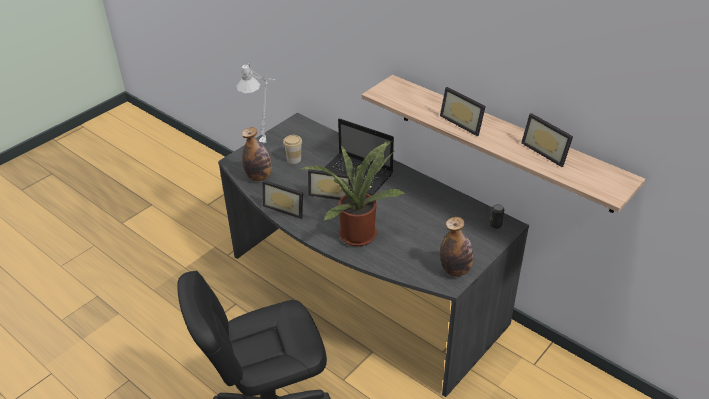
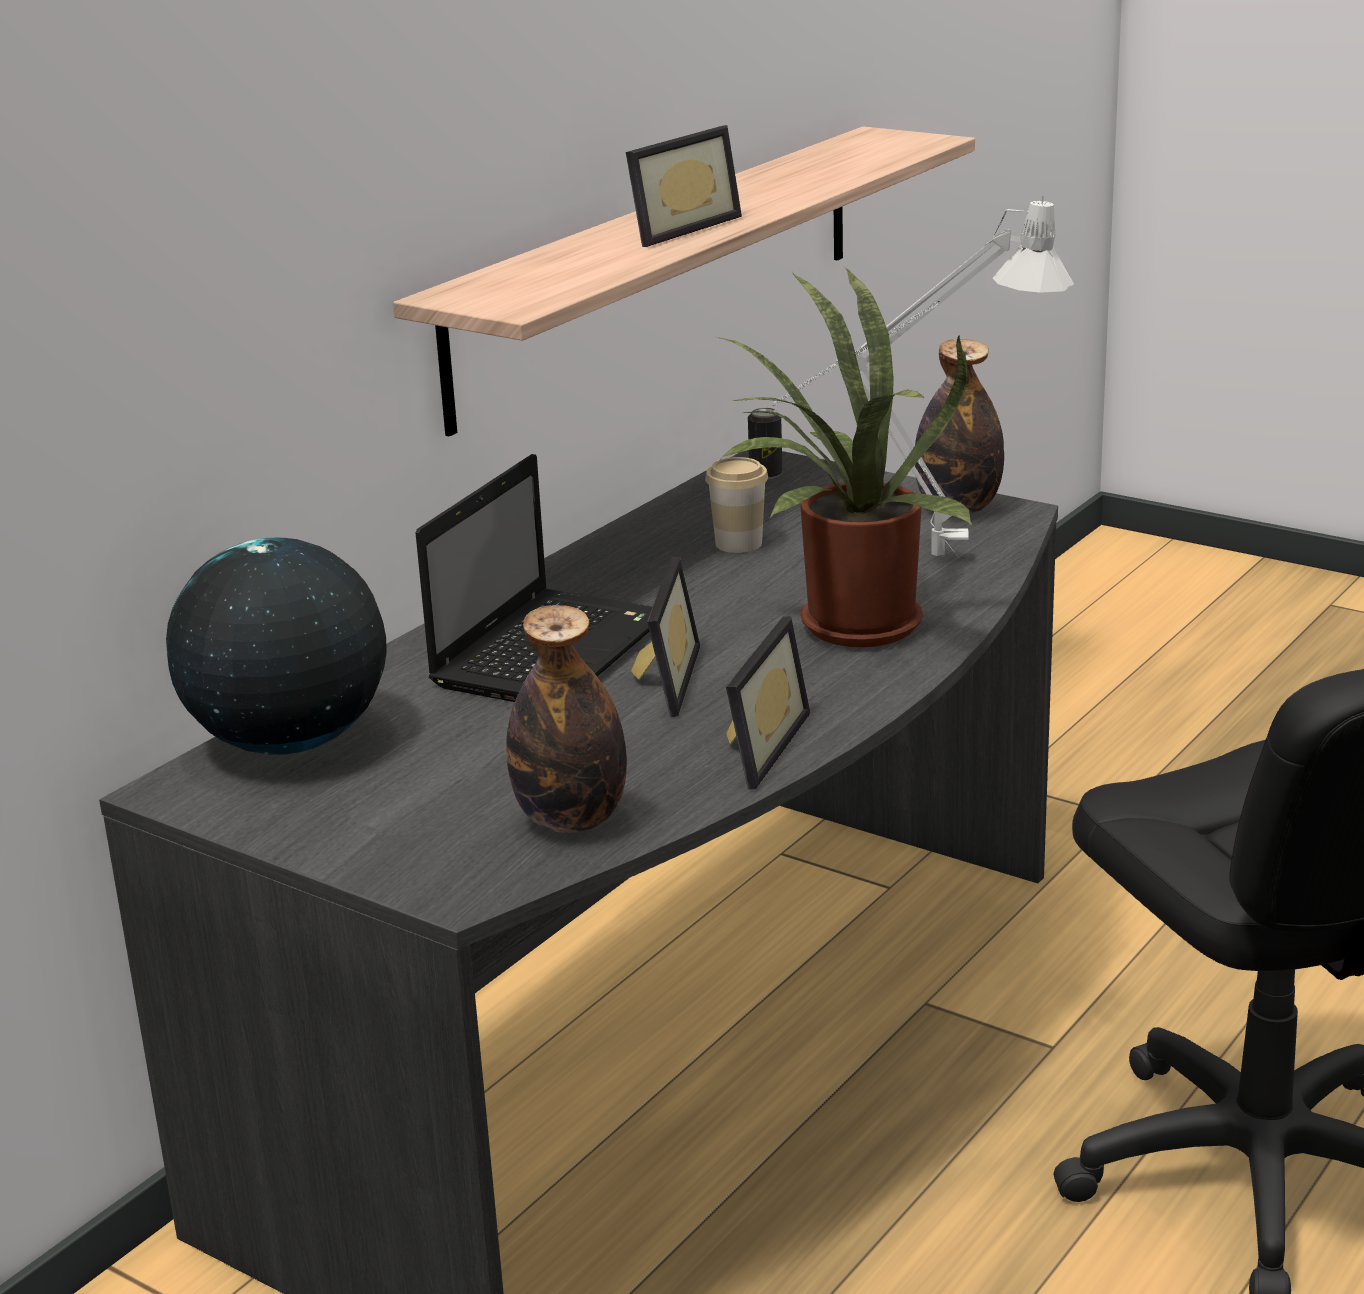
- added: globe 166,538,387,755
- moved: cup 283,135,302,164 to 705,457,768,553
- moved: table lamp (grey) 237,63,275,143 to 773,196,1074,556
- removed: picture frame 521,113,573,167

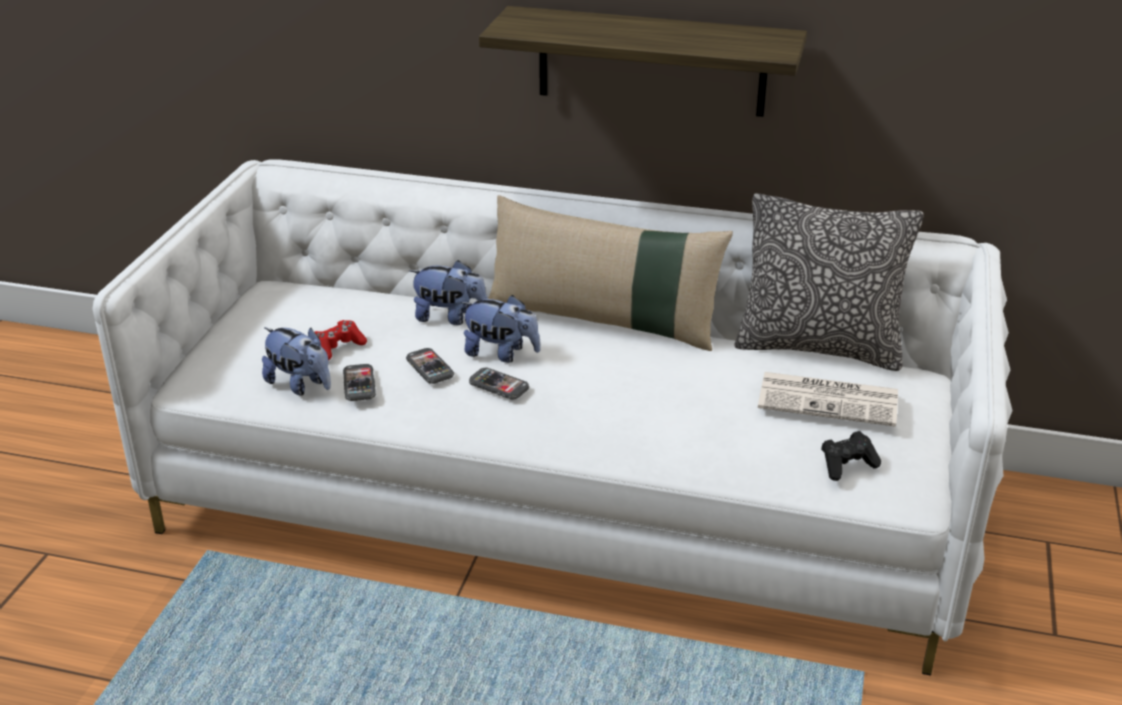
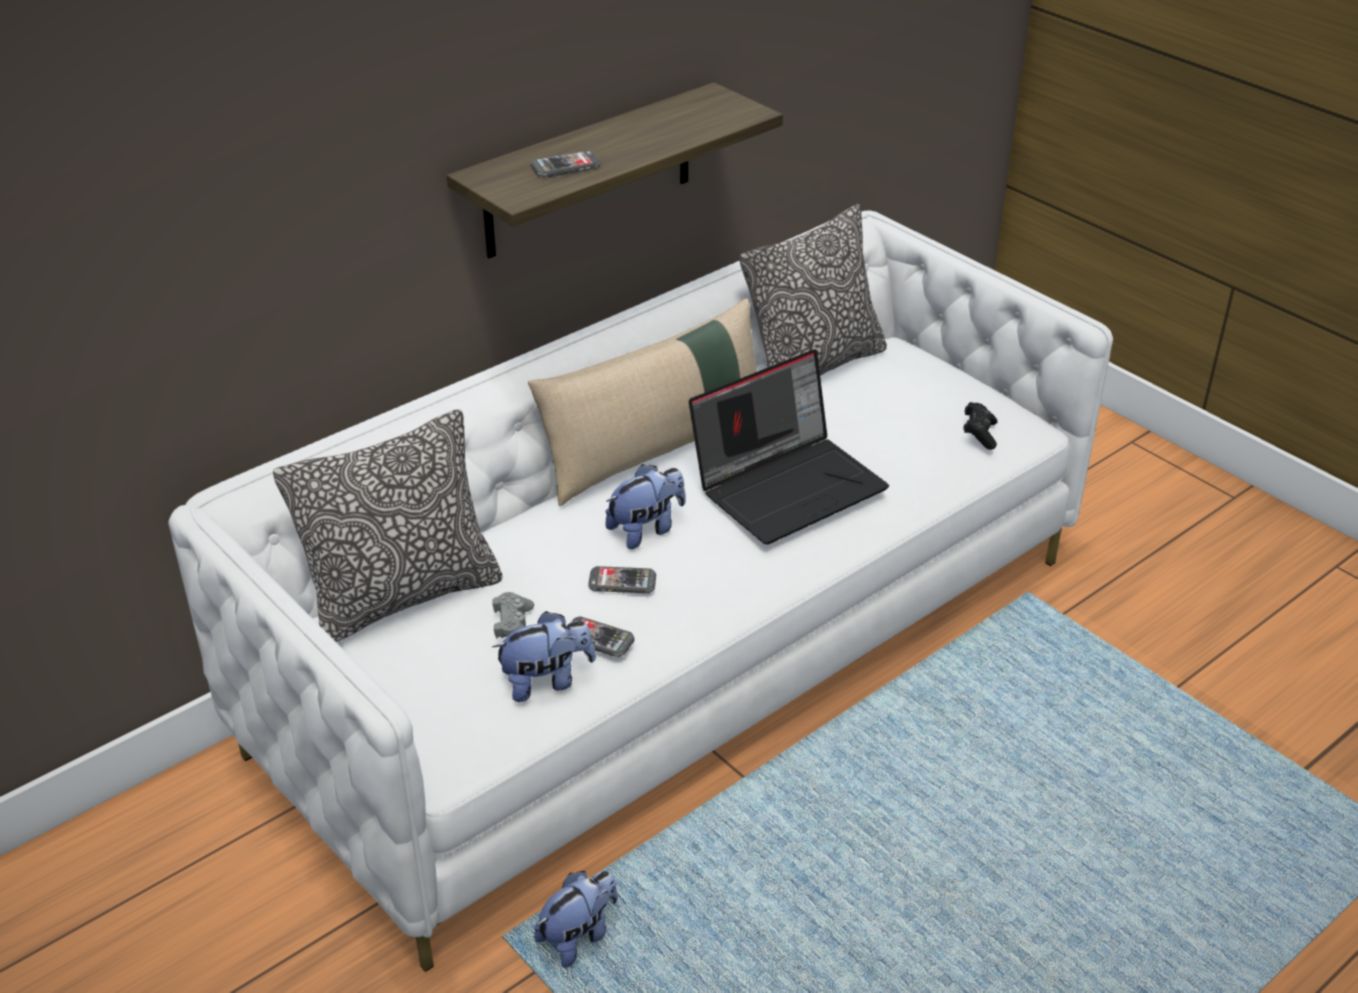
- added: pillow 273,409,502,642
- recoloured: game controller (red) 315,320,367,360 to game controller (grey) 492,592,534,638
- moved: phone 469,367,529,400 to 530,150,601,178
- moved: plush toy 409,260,487,325 to 534,871,618,967
- added: laptop 689,349,889,545
- removed: newspaper 758,372,898,427

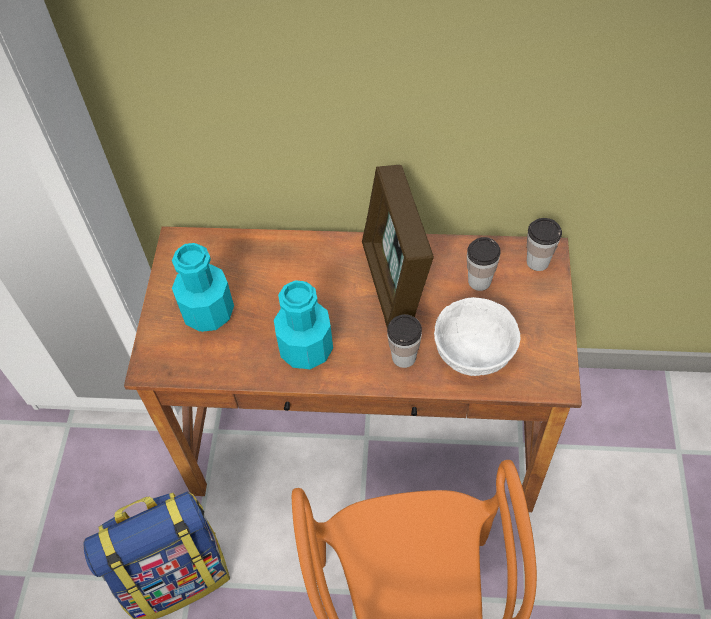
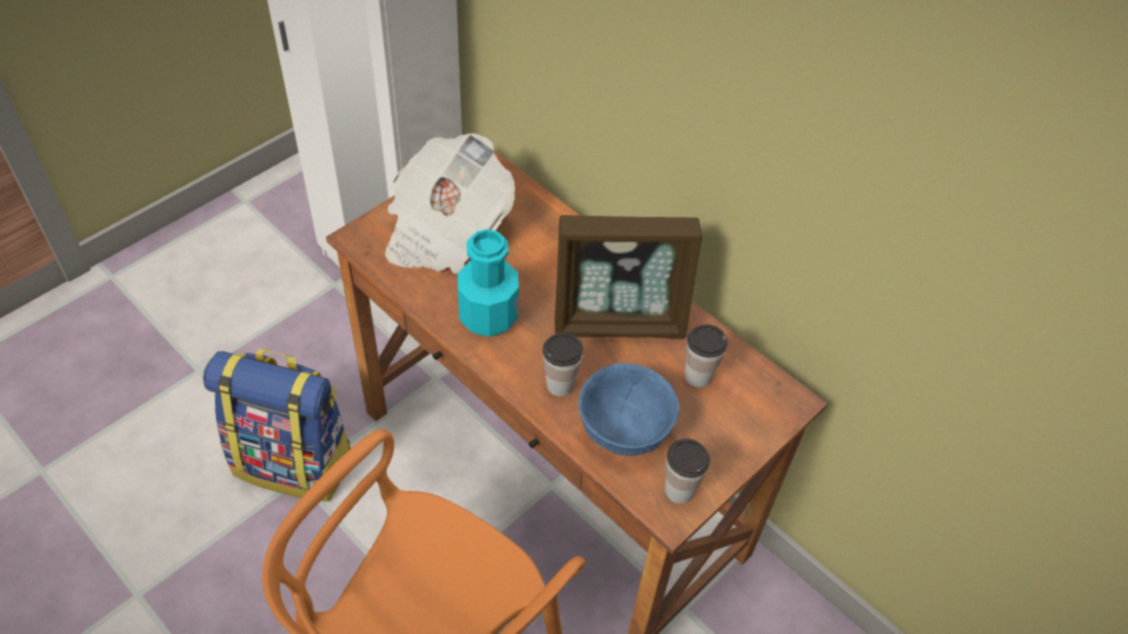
- replaced: bottle (turquoise) 172,243,234,332 to newspaper 385,133,515,274
- turned: picture frame 362,165,434,328 = 555,215,702,339 120 degrees counterclockwise
- recoloured: bowl (white) 434,297,521,376 to bowl (blue) 578,363,679,456
- moved: cup 527,218,562,271 to 665,439,710,504

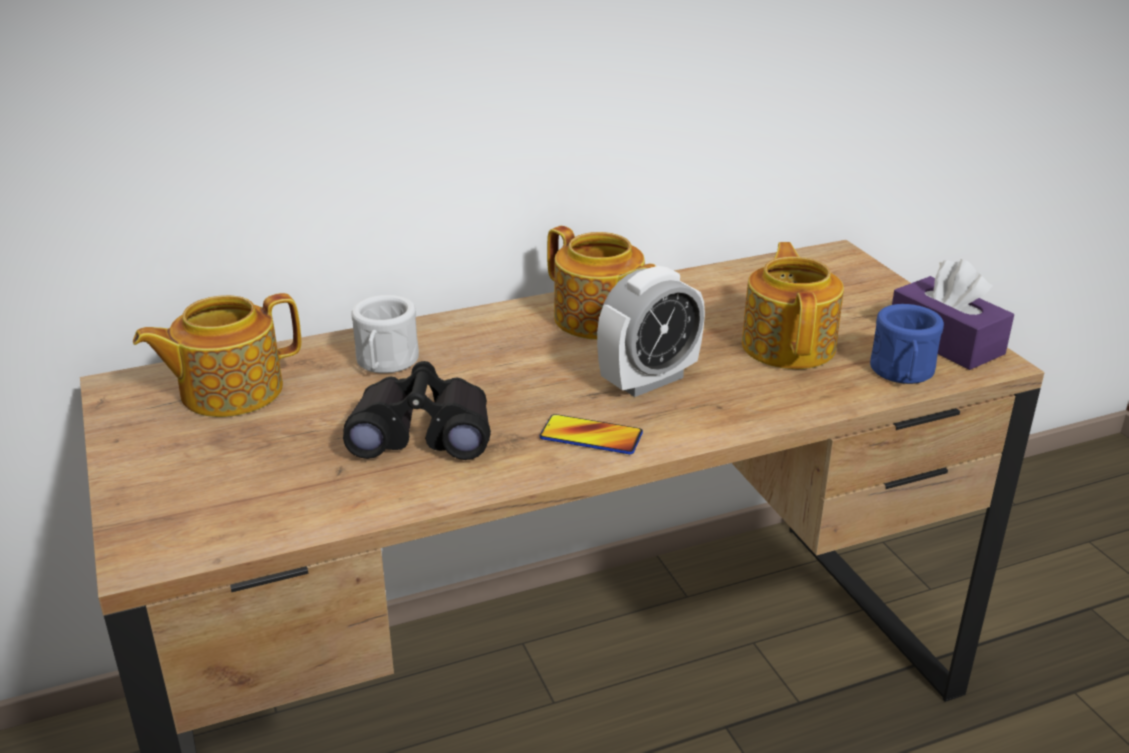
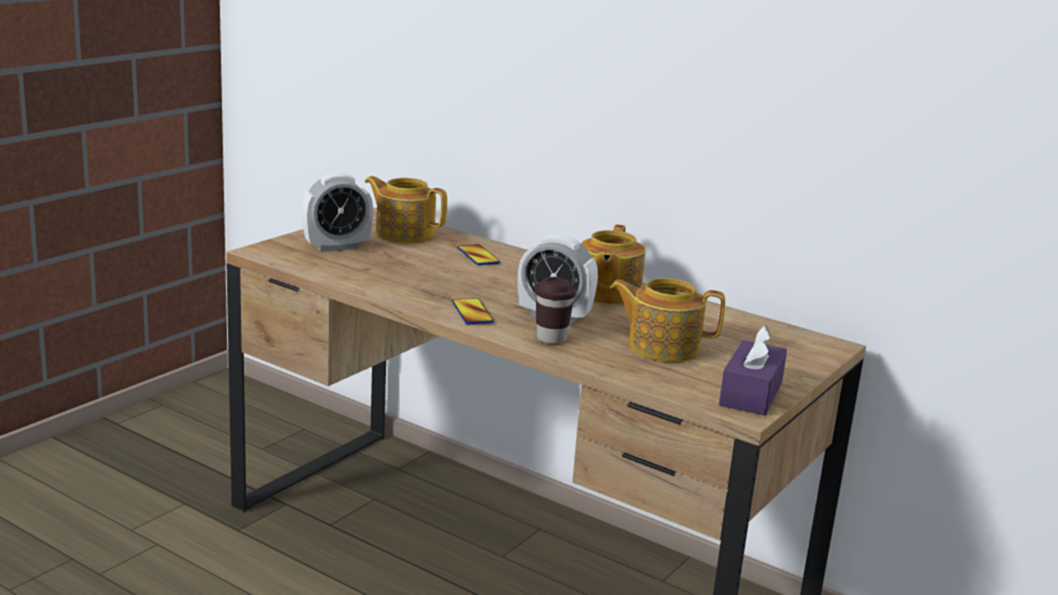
- added: alarm clock 302,173,373,252
- replaced: mug (white) 351,295,419,373 to phone 457,244,500,265
- added: cup (brown) 535,277,576,344
- turned: teapot 742,242,844,369 = 610,278,725,362 135 degrees counterclockwise
- removed: binoculars (black) 343,361,491,460
- removed: mug (blue) 870,304,944,384

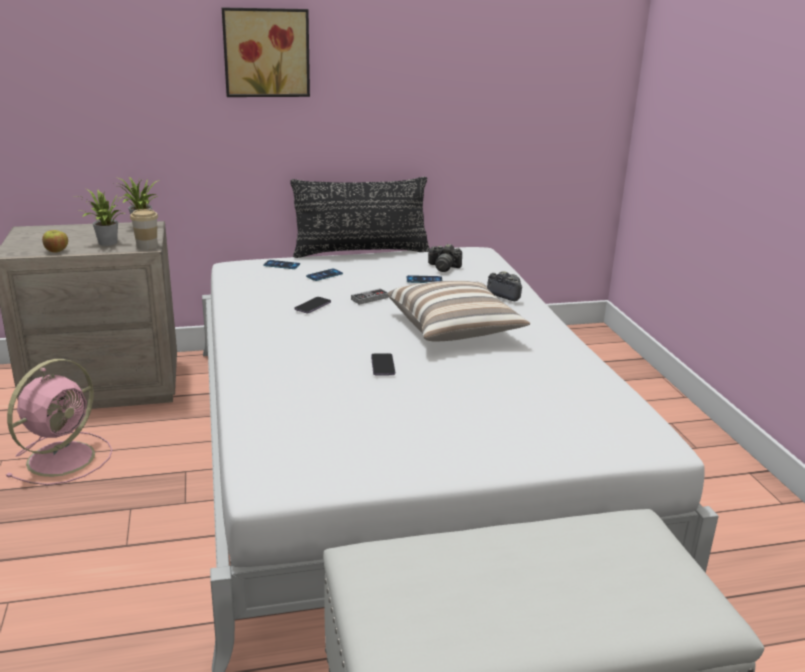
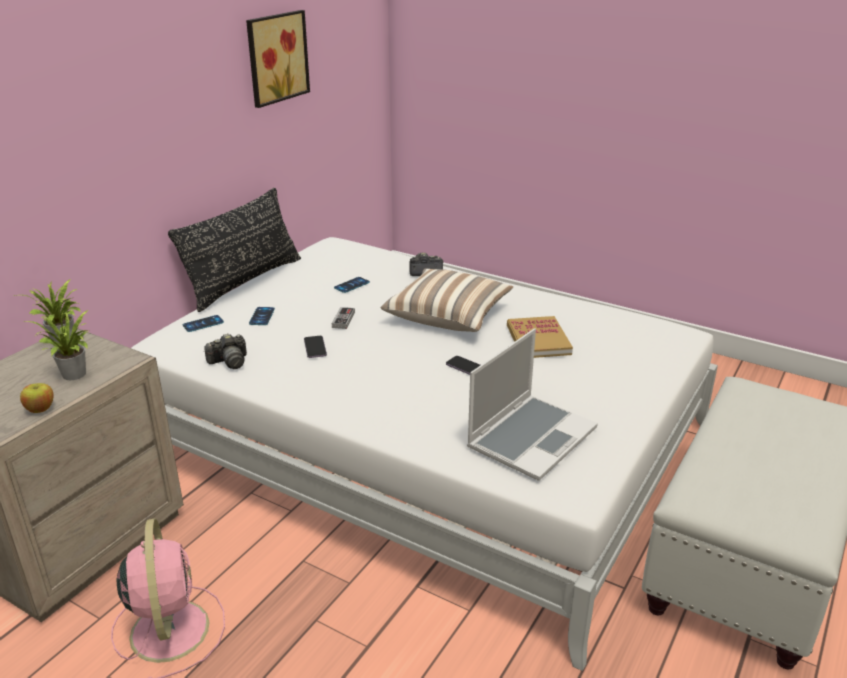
- moved: photo camera 428,244,462,272 to 204,333,247,369
- moved: picture 222,7,310,97 to 246,10,310,108
- added: laptop 467,329,598,481
- added: book 507,316,573,358
- removed: cup 130,209,158,250

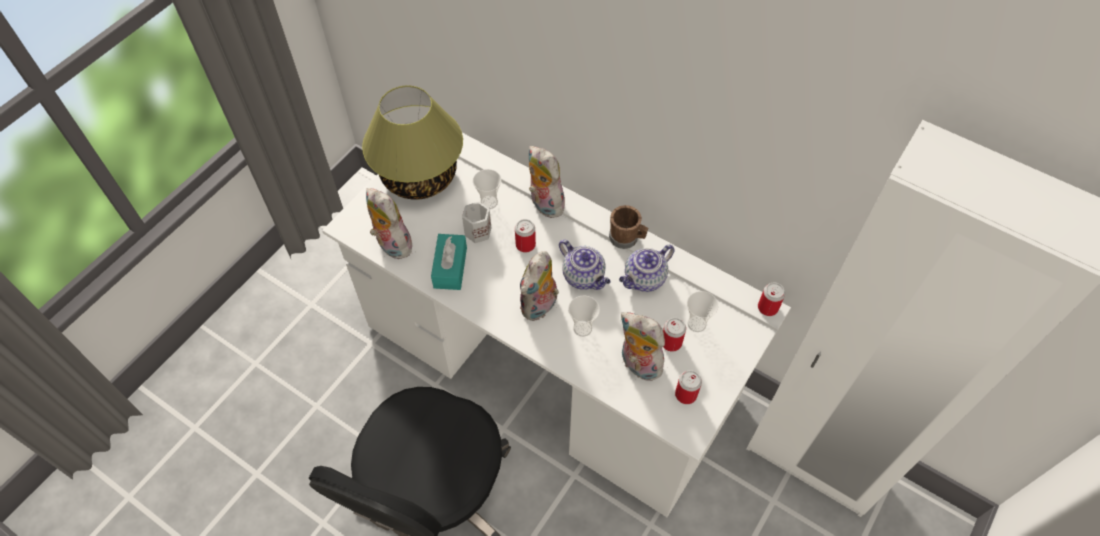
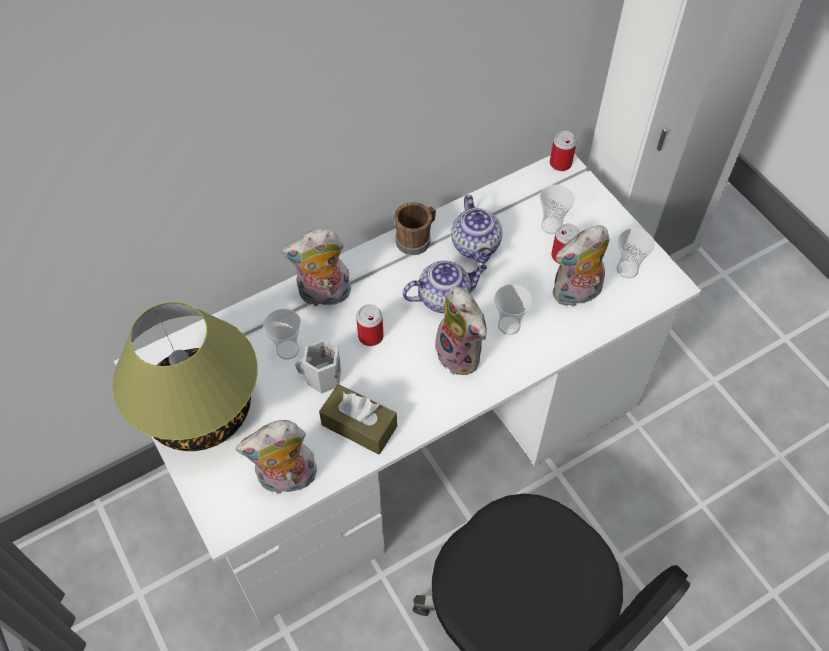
- recoloured: tissue box (turquoise) 431,234,467,290 to tissue box (brown) 319,384,397,454
- replaced: can 675,370,702,404 to cup 617,228,655,278

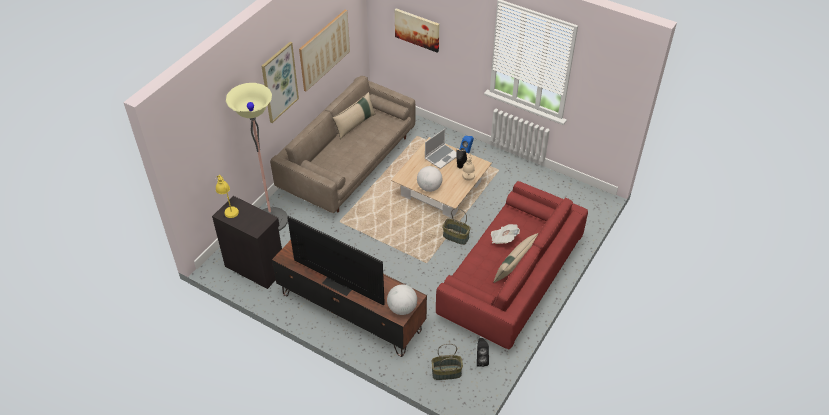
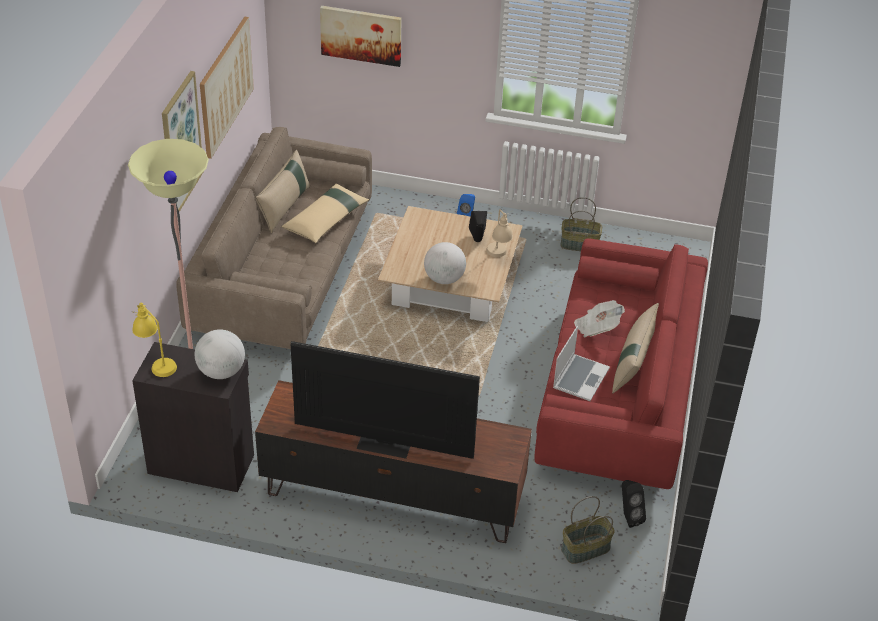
- moved: globe 387,285,417,315 to 195,329,245,379
- added: pillow (beige) 282,183,369,243
- moved: laptop 425,129,457,169 to 553,326,610,401
- moved: basket 443,208,470,245 to 560,197,602,251

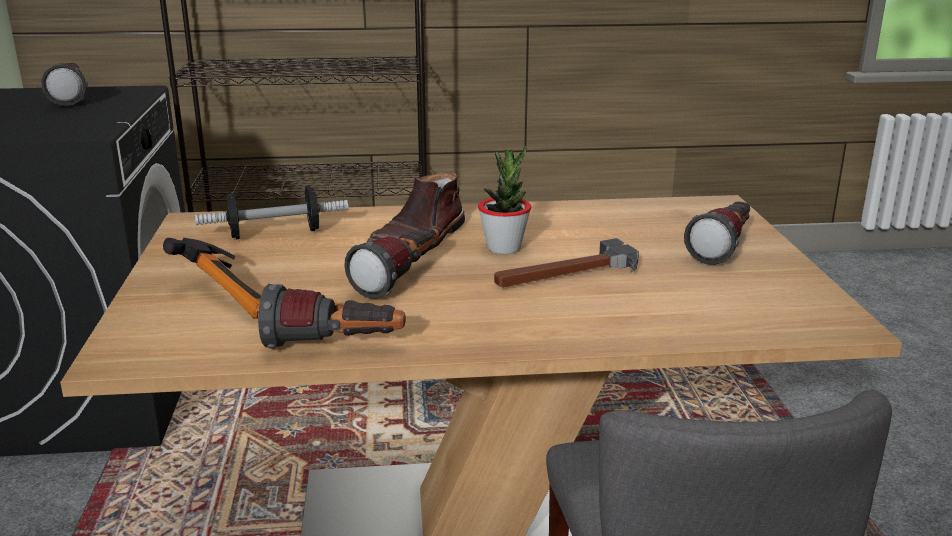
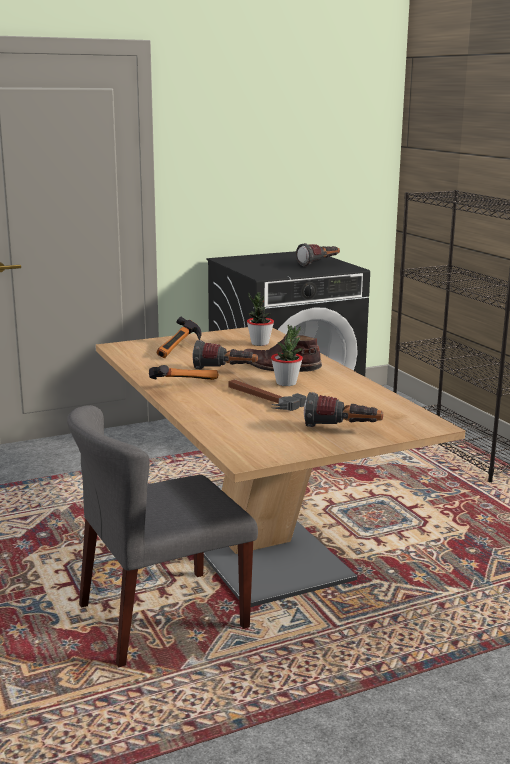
- added: hammer 149,365,218,380
- replaced: dumbbell 194,186,349,239 to potted plant 247,292,274,346
- removed: flashlight 258,284,406,349

